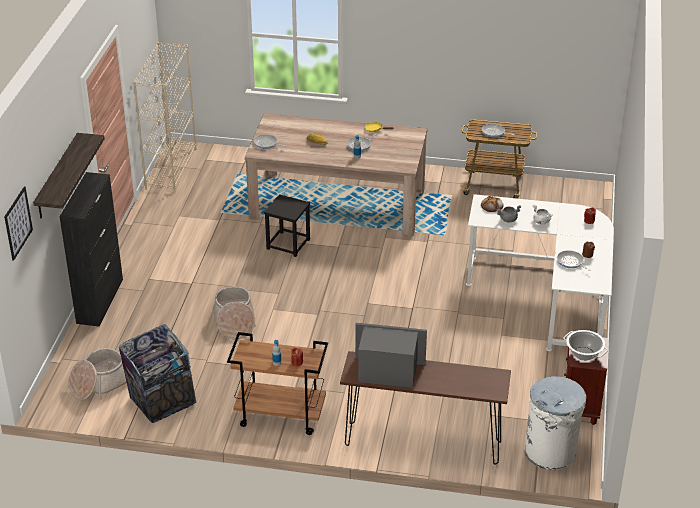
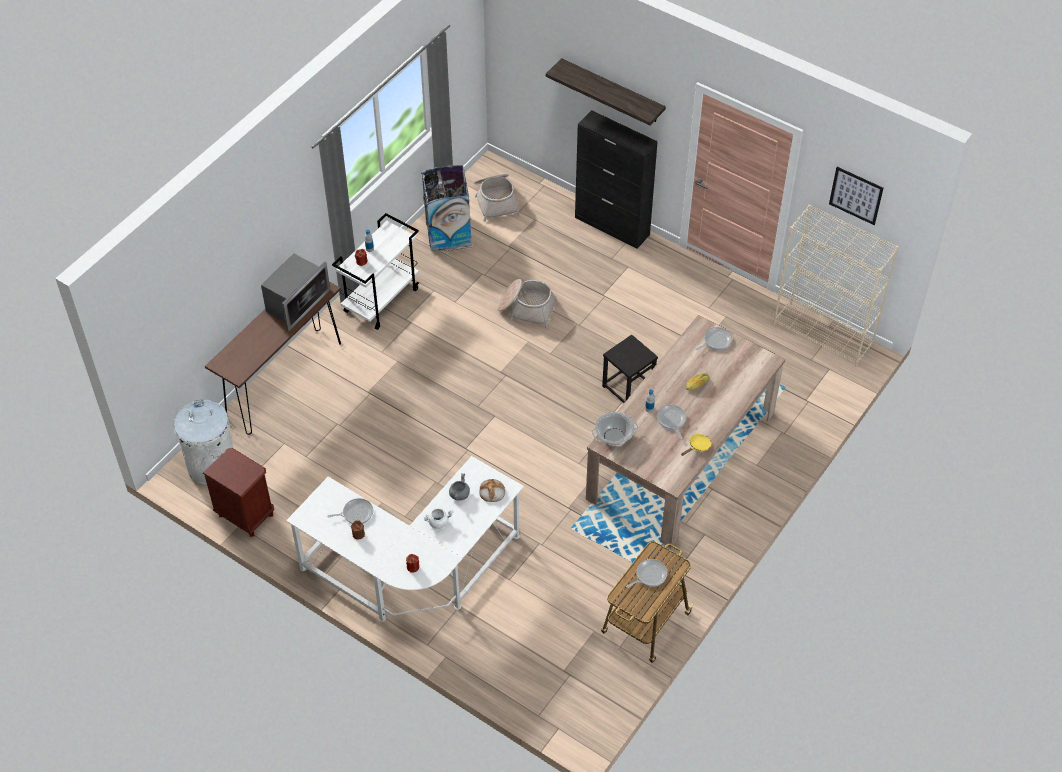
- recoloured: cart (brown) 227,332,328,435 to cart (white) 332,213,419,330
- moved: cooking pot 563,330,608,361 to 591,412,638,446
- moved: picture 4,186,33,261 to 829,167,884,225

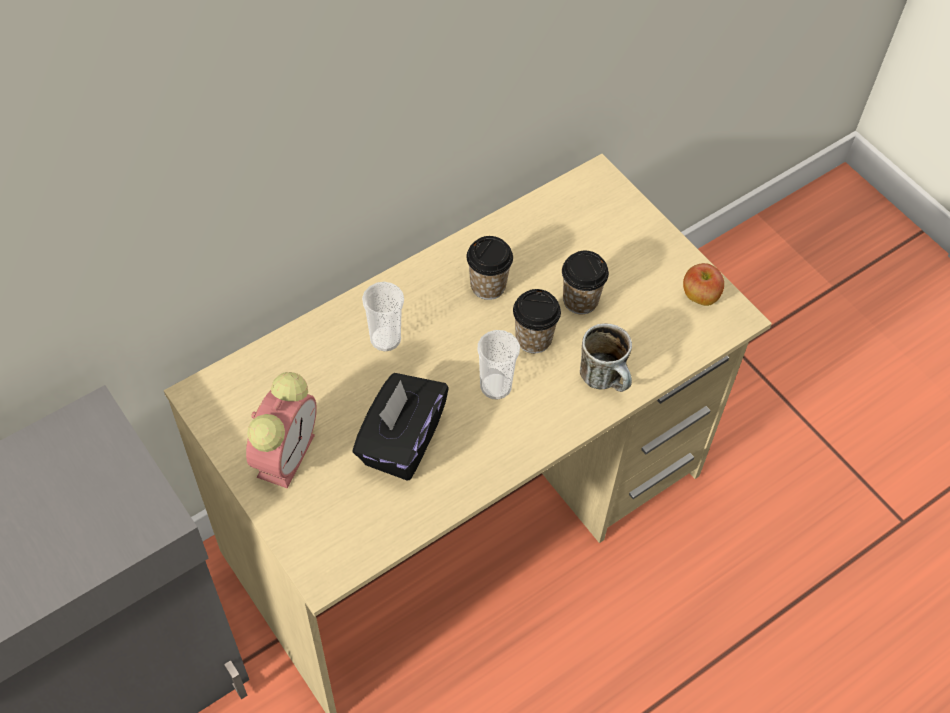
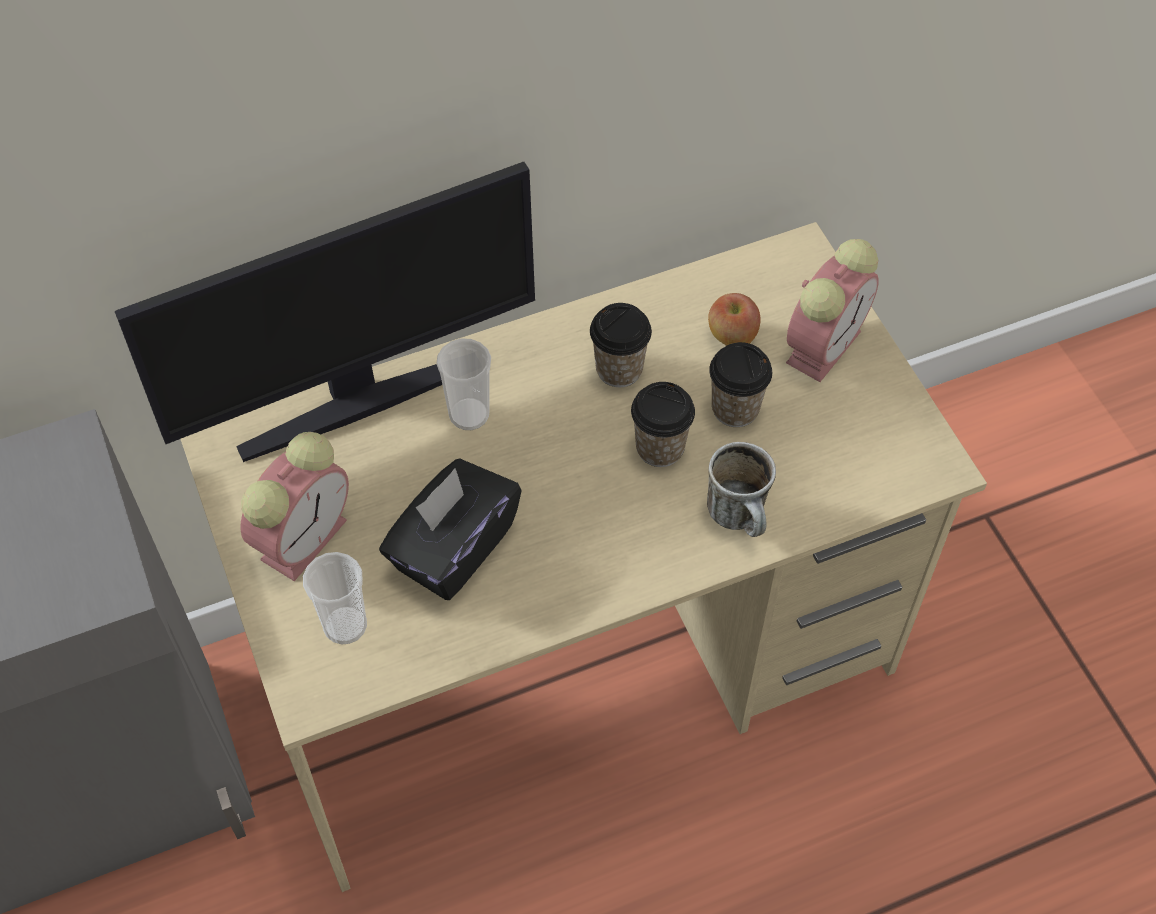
- added: monitor 115,162,535,462
- moved: cup 478,330,520,399 to 303,552,367,644
- moved: apple 683,263,724,306 to 708,293,761,346
- added: alarm clock 786,239,879,382

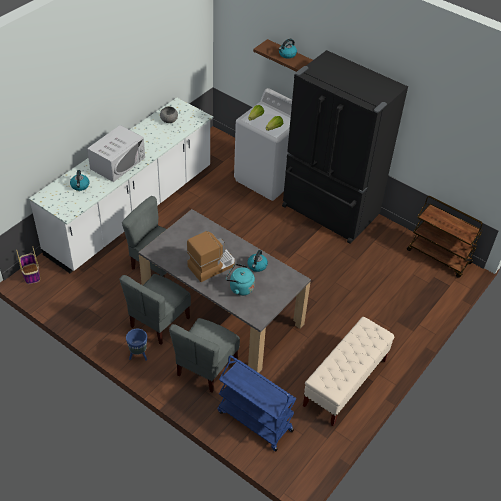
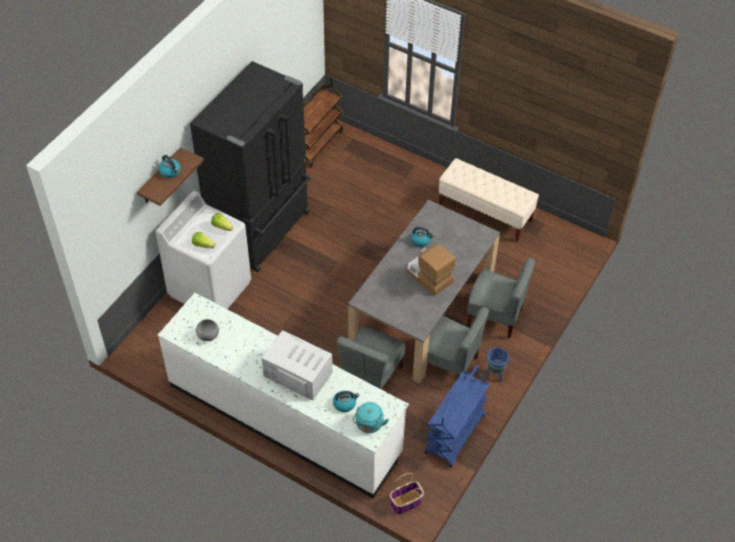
- moved: kettle (turquoise) 226,264,255,296 to 353,402,389,433
- moved: cart (blue) 217,355,296,452 to 424,365,490,467

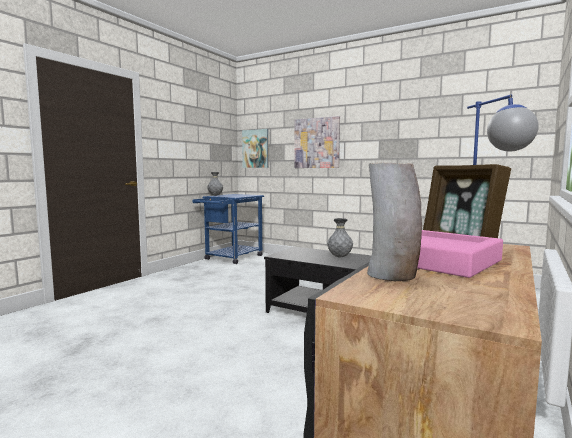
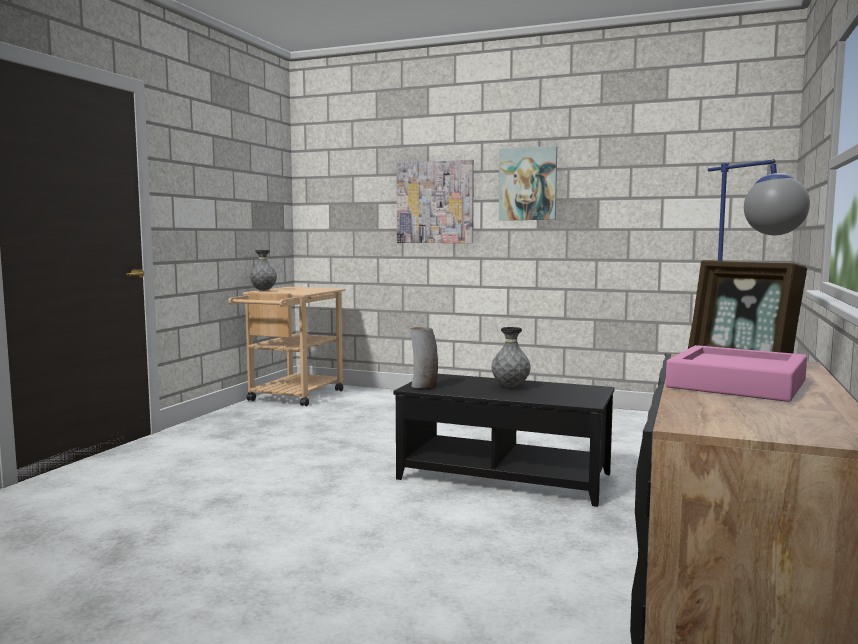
- recoloured: cart (blue) 192,194,264,264 to cart (beige) 228,287,345,406
- moved: vase 367,162,422,281 to 410,327,438,389
- moved: picture 242,129,268,168 to 499,146,557,220

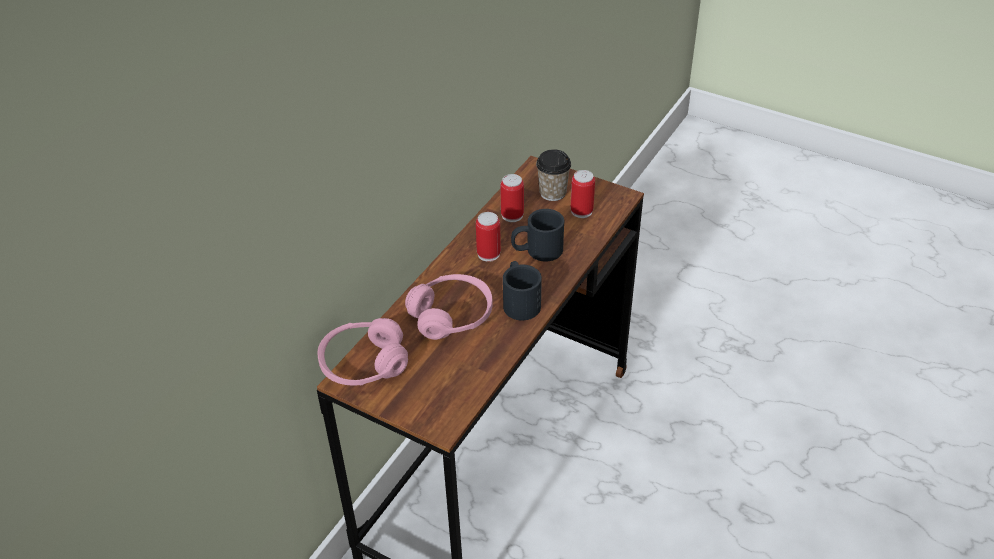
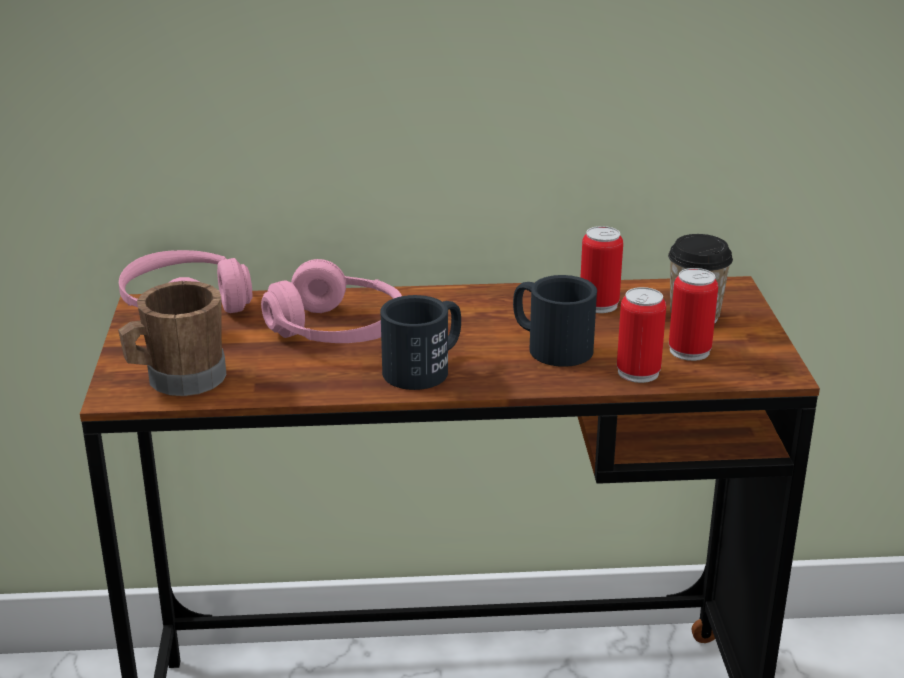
- added: mug (brown) 118,281,227,396
- moved: can 476,212,501,262 to 617,287,666,383

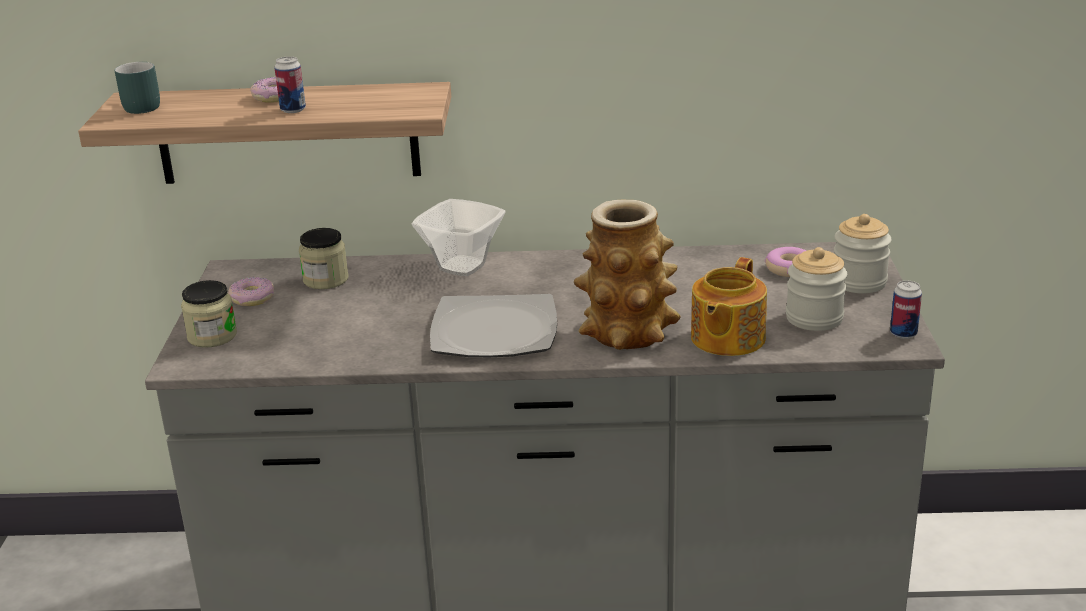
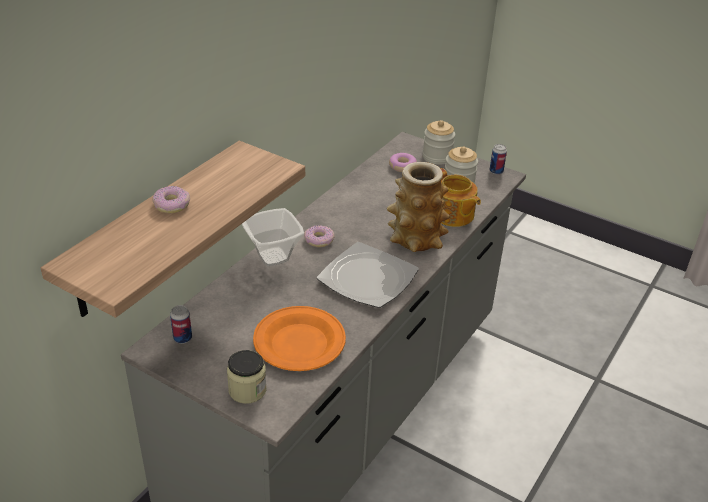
- moved: can 274,56,306,113 to 170,305,192,344
- added: plate (orange) 253,306,346,371
- moved: donut 228,277,274,306 to 304,225,335,247
- removed: mug (turquoise) 114,62,160,114
- removed: jar 299,228,348,289

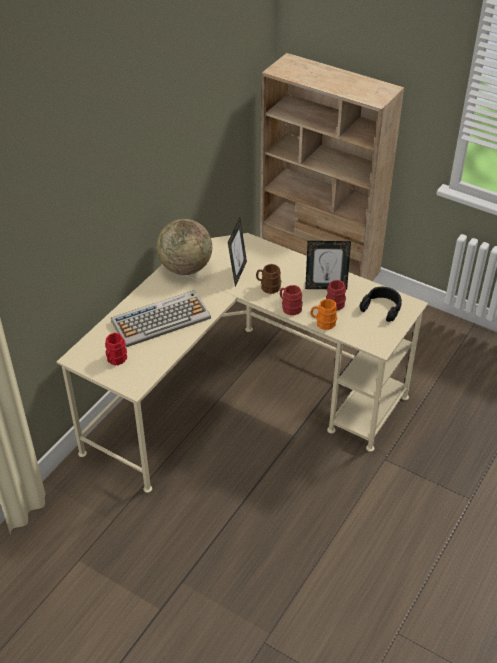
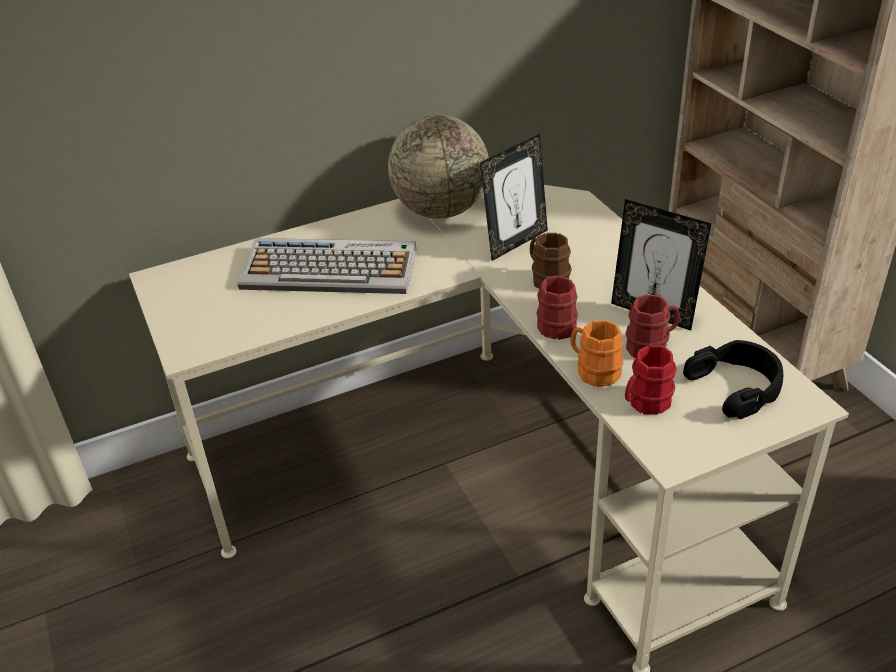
- moved: mug (red) 105,333,127,366 to 625,345,677,415

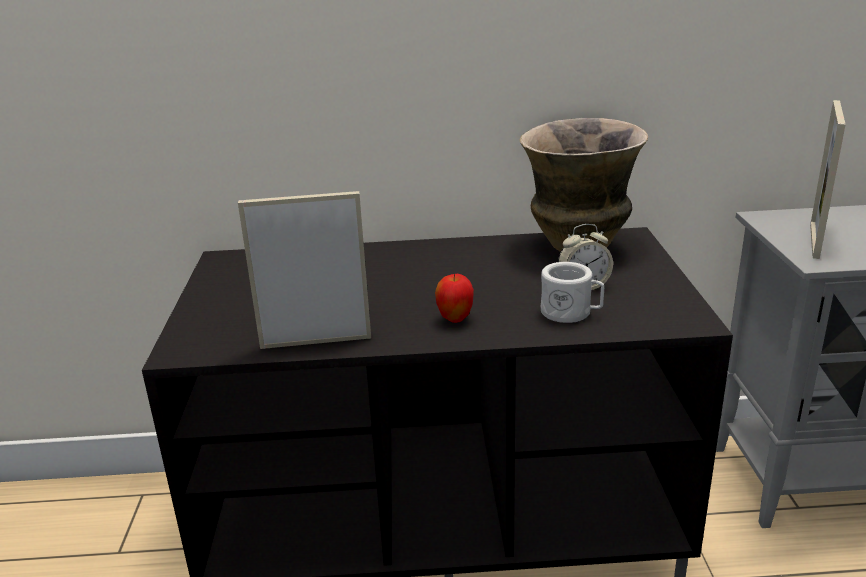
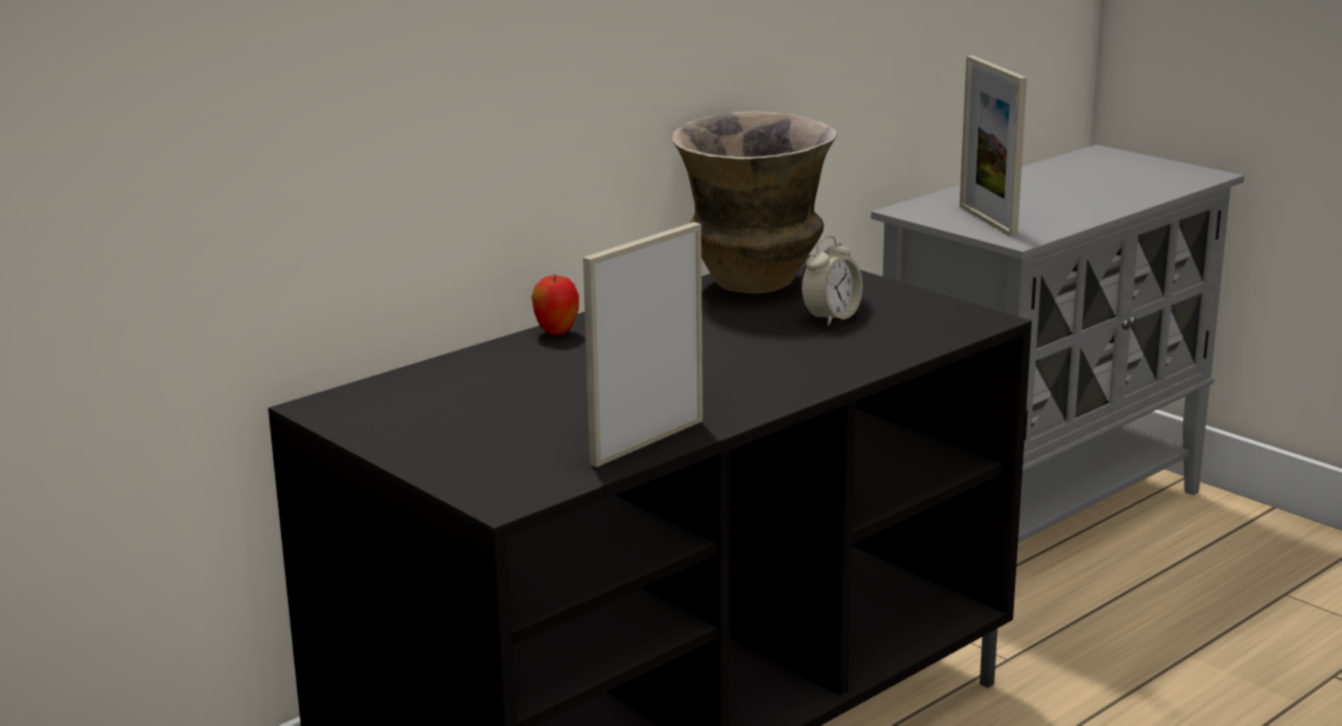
- moved: apple 435,274,474,323 to 531,274,579,335
- removed: mug (white) 541,262,604,323

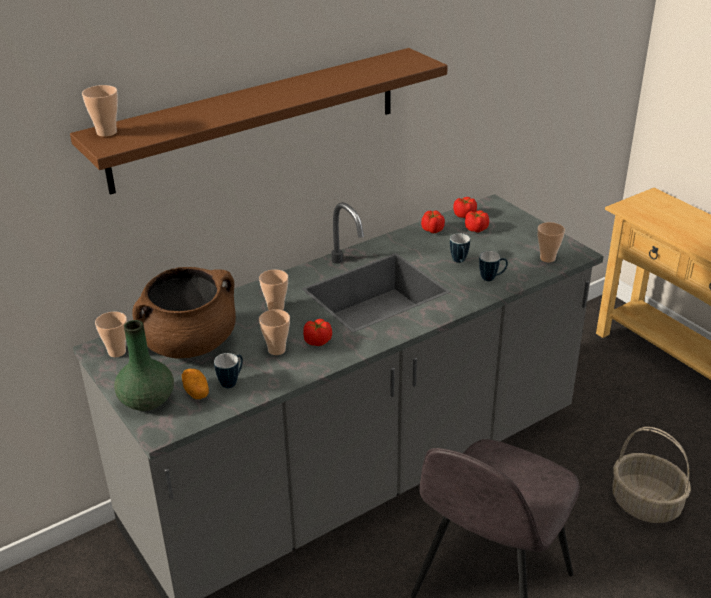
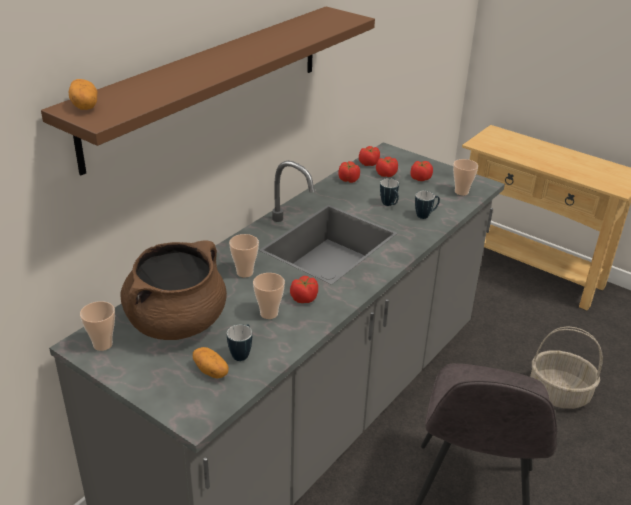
- replaced: cup 82,85,118,137 to potato 68,79,98,110
- added: tomato 411,161,433,181
- removed: vase (green) 114,320,174,411

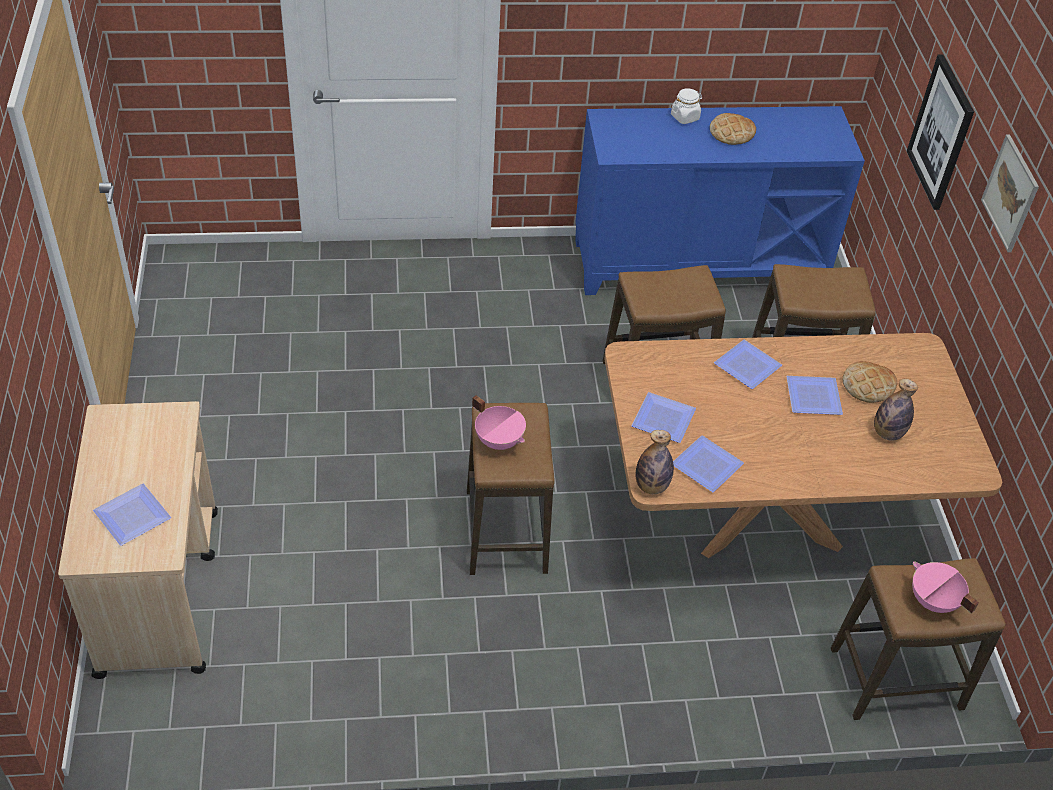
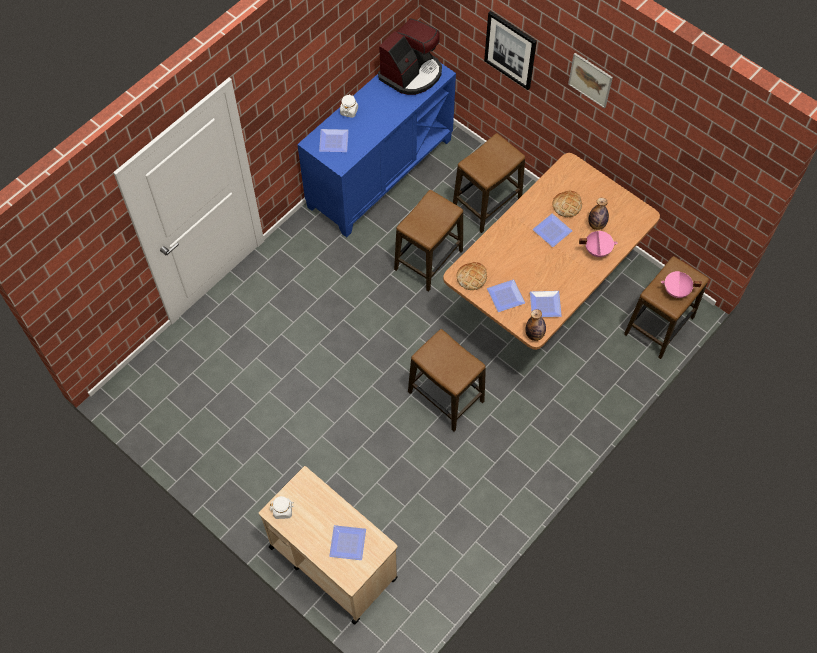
- added: jar (white) 270,496,294,519
- moved: plate 714,340,782,389 to 319,129,349,152
- added: coffee machine 378,19,442,95
- moved: bread 710,113,756,145 to 456,262,487,290
- moved: cooking pot (pink) 472,395,526,450 to 579,231,618,257

